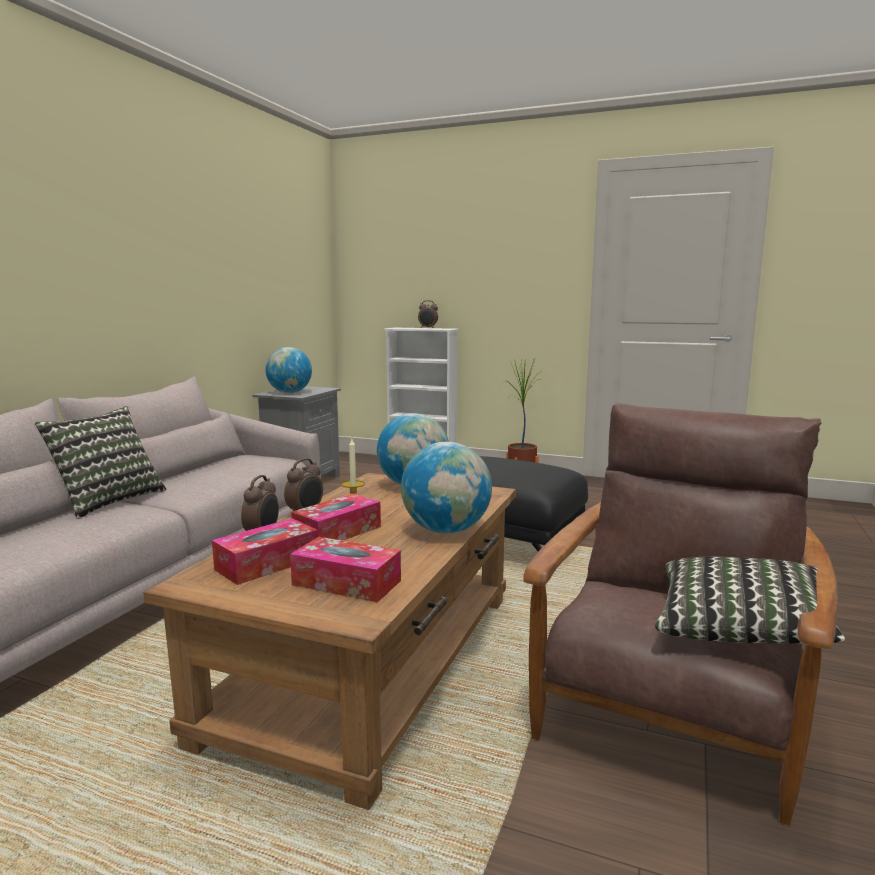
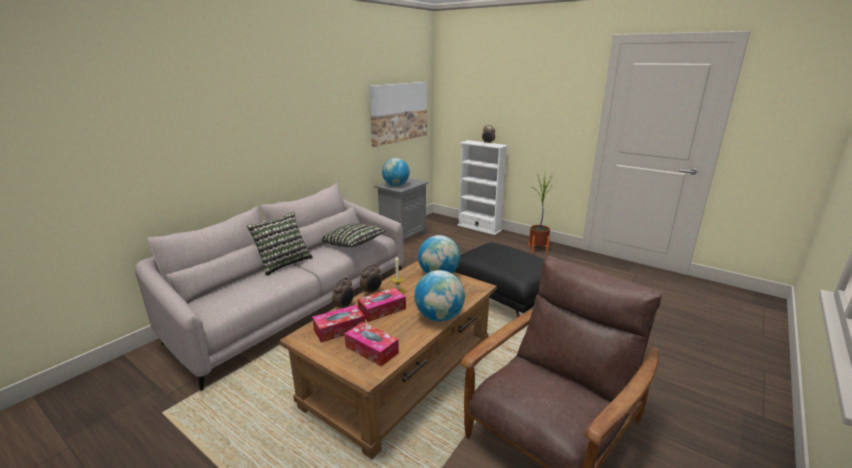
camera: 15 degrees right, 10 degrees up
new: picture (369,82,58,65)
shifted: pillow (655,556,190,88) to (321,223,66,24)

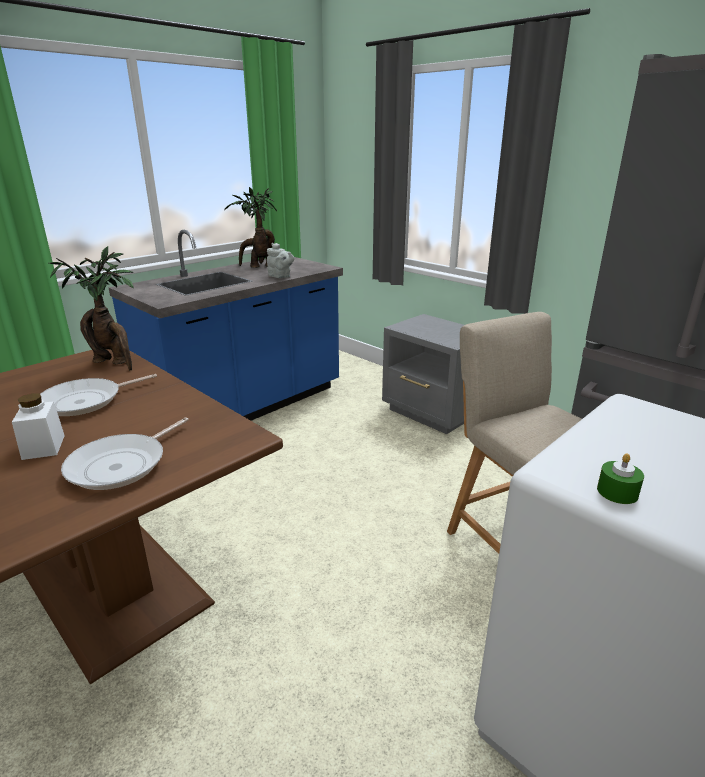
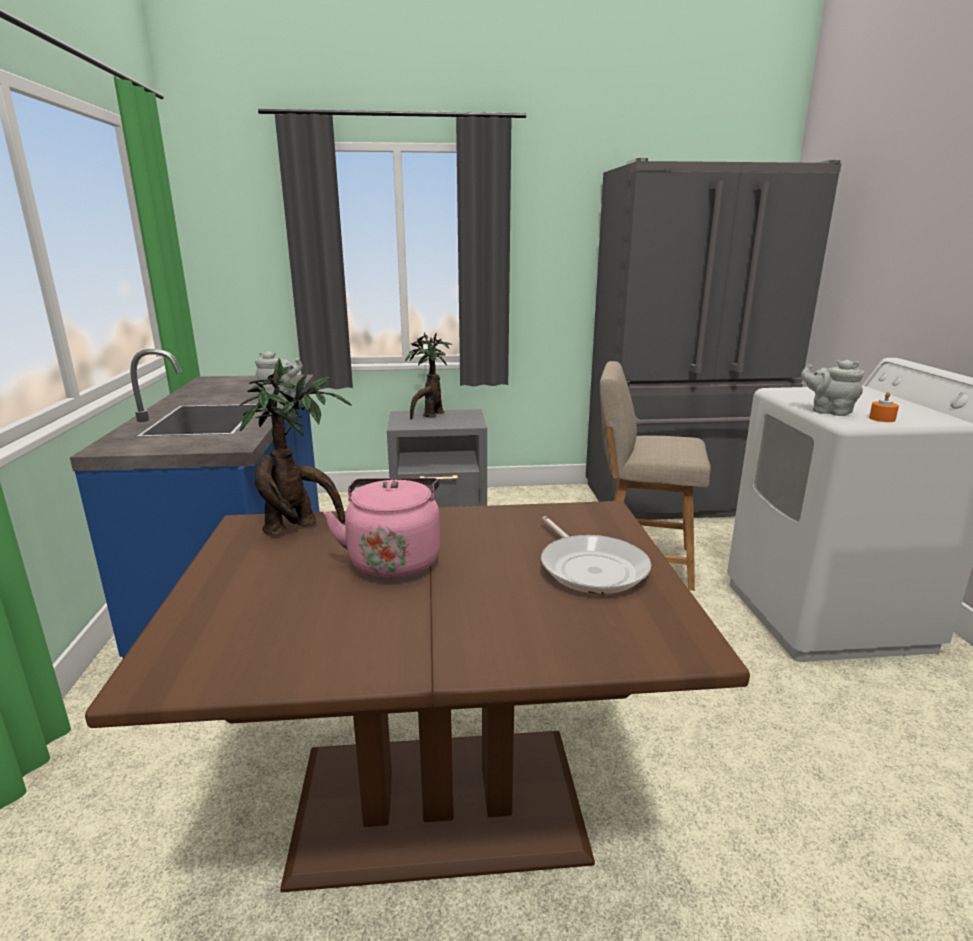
camera: 50 degrees left, 5 degrees down
gone: jar in white (12,393,53,67)
new: teapot in grey (801,360,63,56)
shifted: potted plant (224,187,53,81) to (405,333,47,87)
swapped: frying pan (40,374,117,42) to kettle in pink (324,478,116,101)
repainted: candle in green (597,454,47,50) to candle in orange (869,392,30,30)

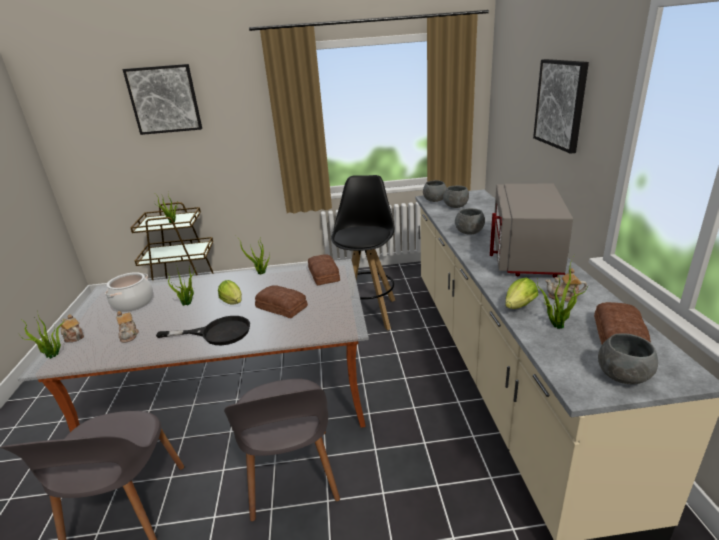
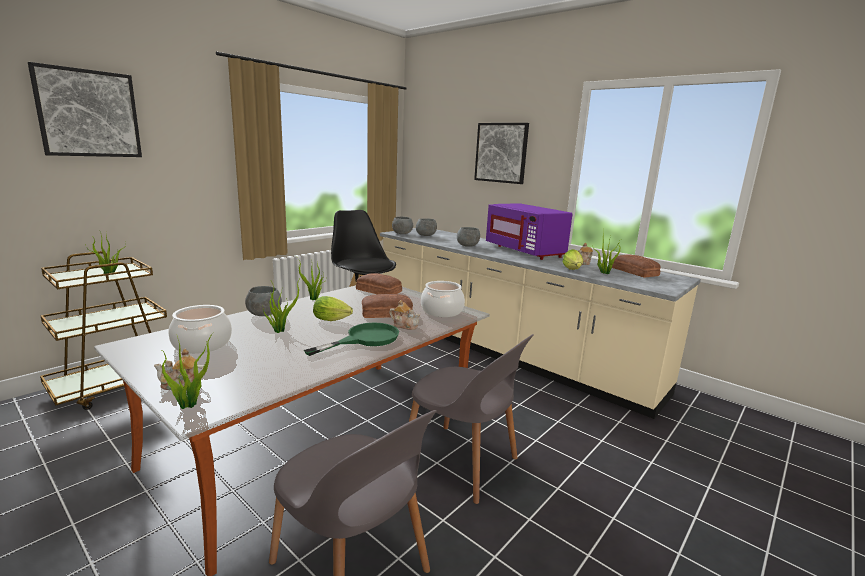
camera: 45 degrees left, 10 degrees down
new: cooking pot (421,281,44,36)
shifted: bowl in grey (598,334,60,50) to (245,286,37,30); teapot (116,311,23,32) to (389,300,31,30)
repainted: frying pan in black (156,316,94,29) to frying pan in green (304,322,95,34); microwave in grey (490,184,83,94) to microwave in purple (486,203,86,57)

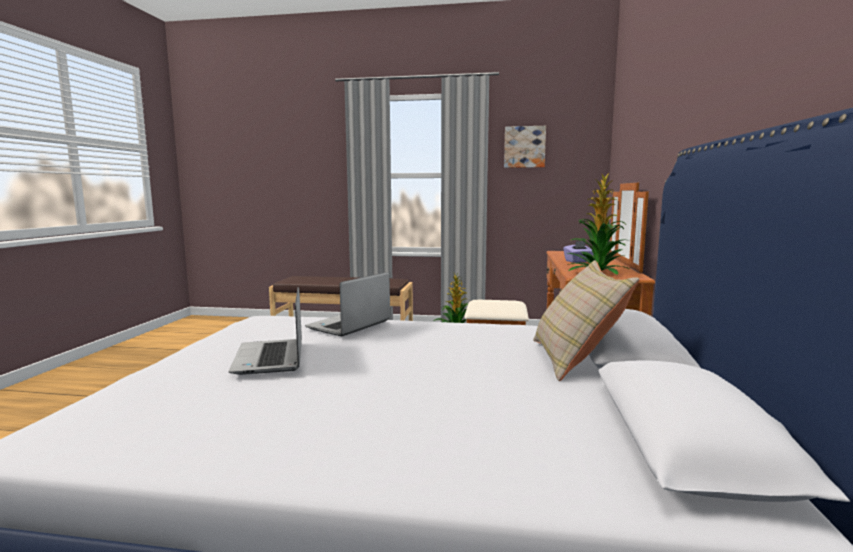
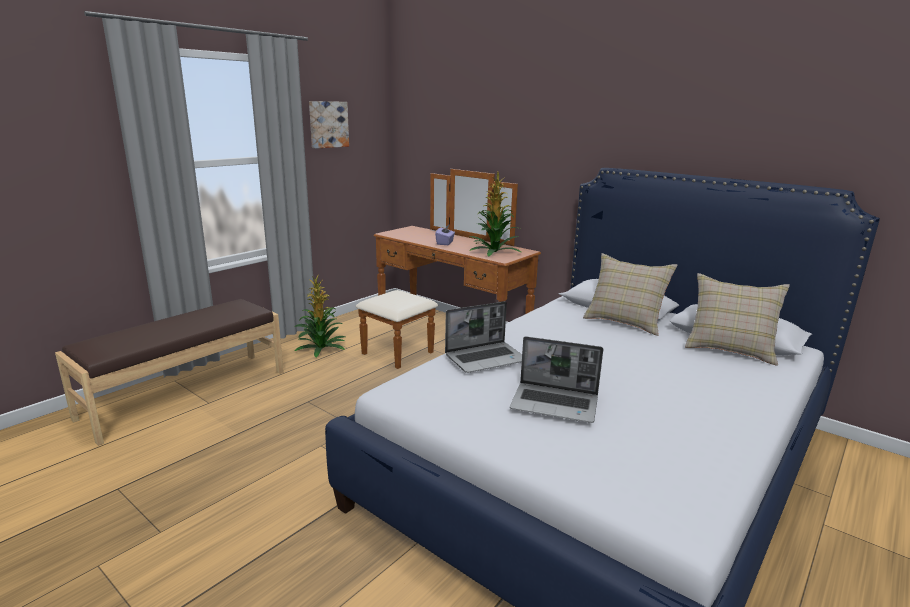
camera: 60 degrees left, 10 degrees up
new: pillow in beige (685,273,105,93)
rotated: laptop (305,272,85,64) = (445,301,77,72) 90 degrees counterclockwise

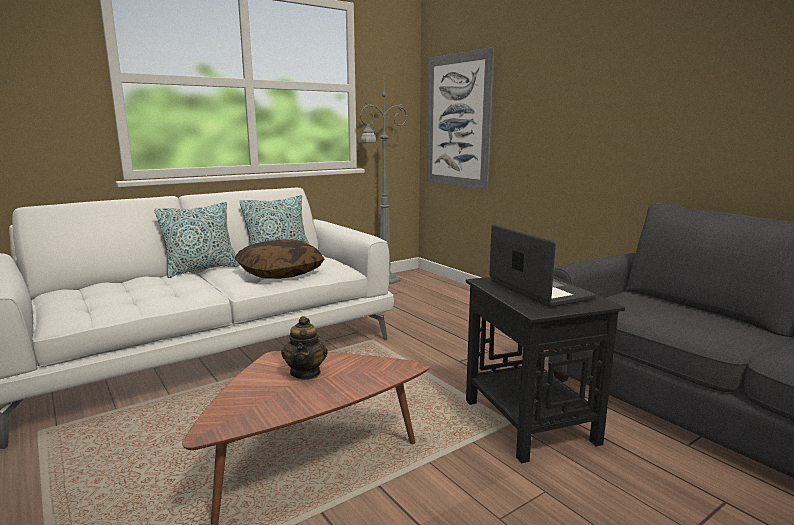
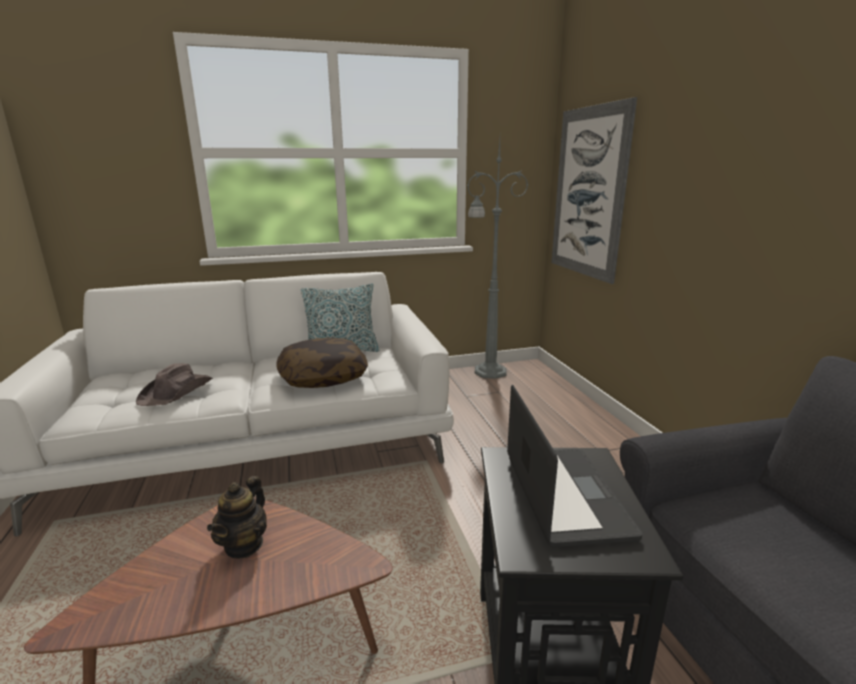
camera: 20 degrees right, 5 degrees up
gone: pillow (154,202,86,76)
new: hat in brown (136,363,77,43)

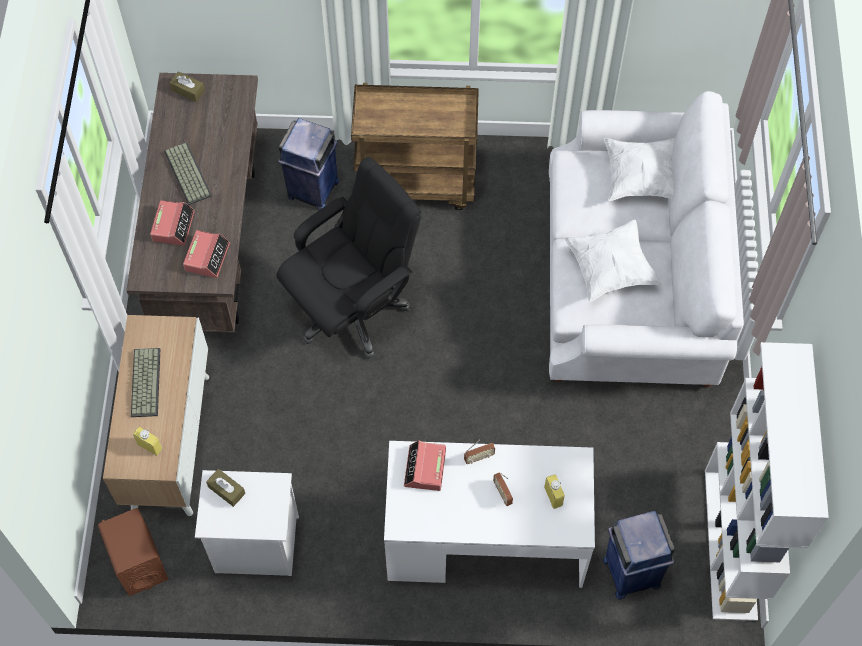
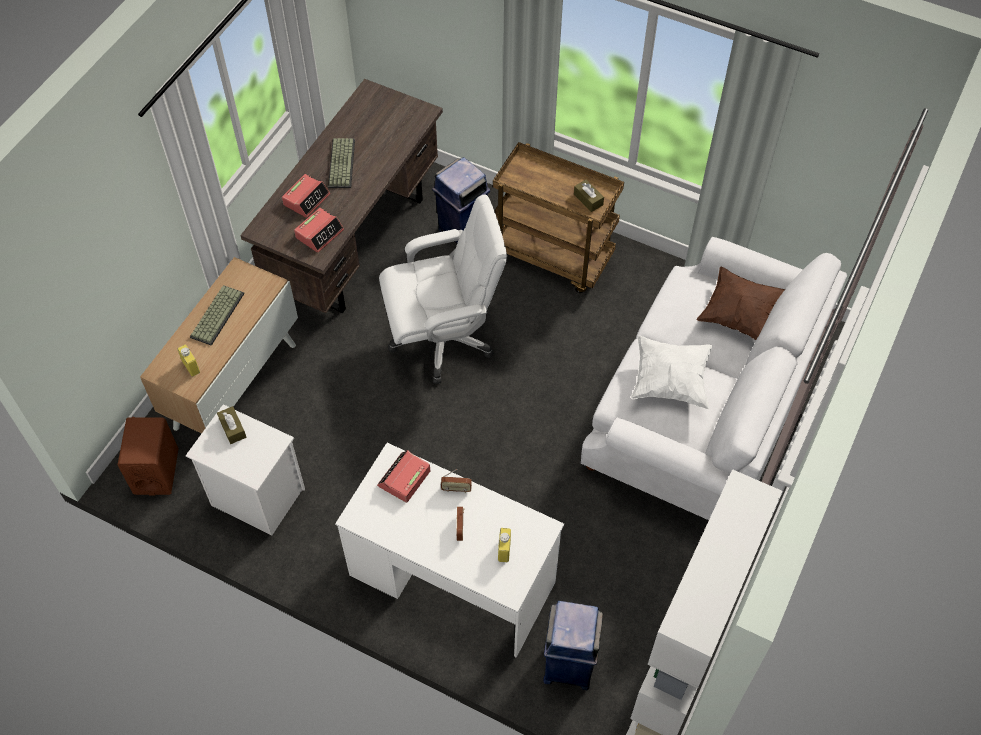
camera: 25 degrees right, 5 degrees down
shifted: tissue box in brown (169,71,36,31) to (574,179,30,33)
repainted: office chair in black (276,156,145,203) to office chair in white (379,195,128,189); pillow in white (604,138,70,63) to pillow in brown (697,267,88,73)

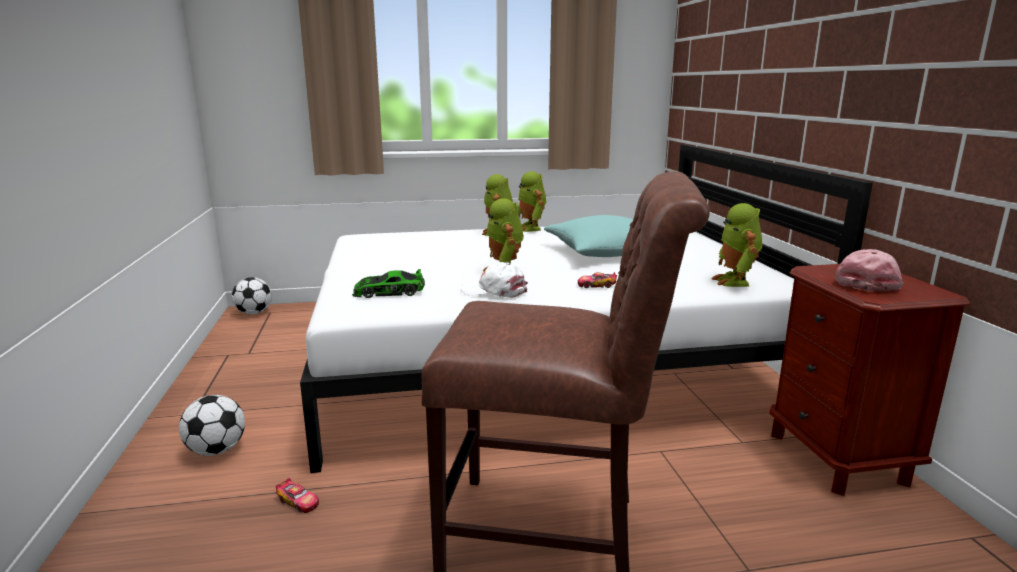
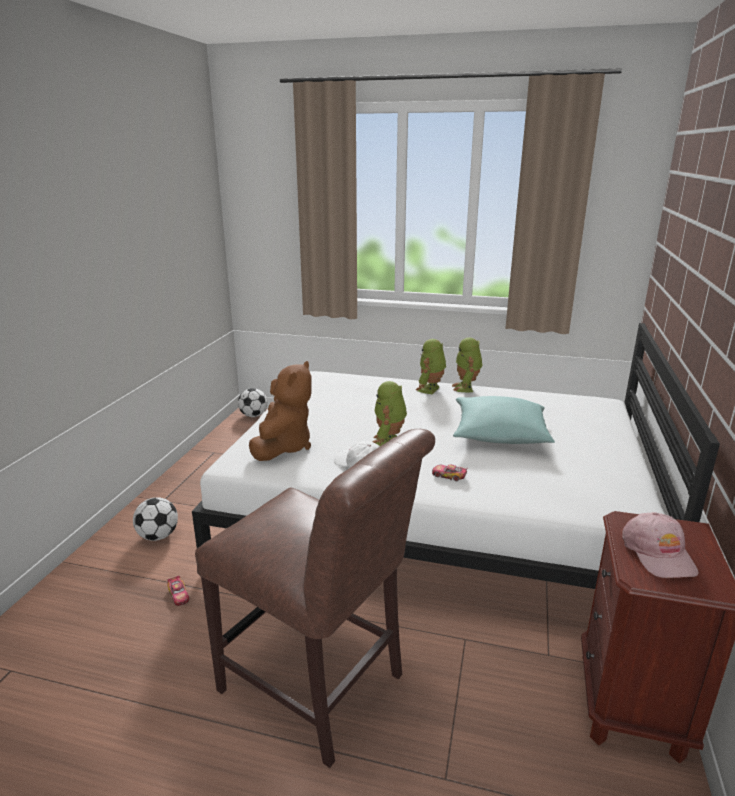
camera: 25 degrees right, 5 degrees up
gone: toy robot (712,203,50,84)
swapped: toy car (352,269,73,29) to plush toy in brown (249,361,63,100)
rotated: cap in pink (835,249,69,43) = (622,512,77,66) 120 degrees clockwise

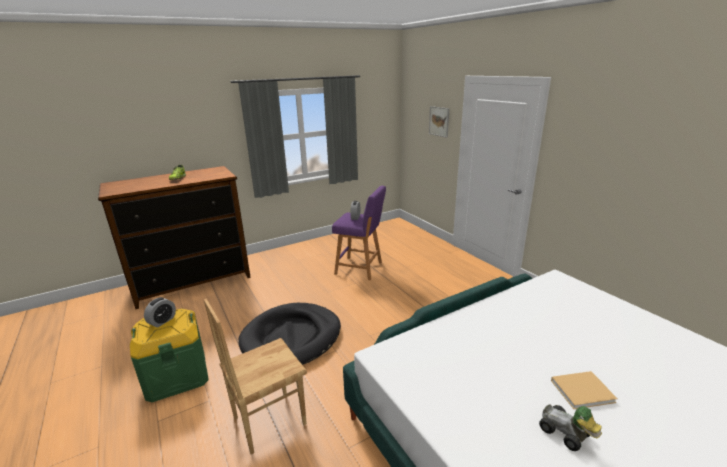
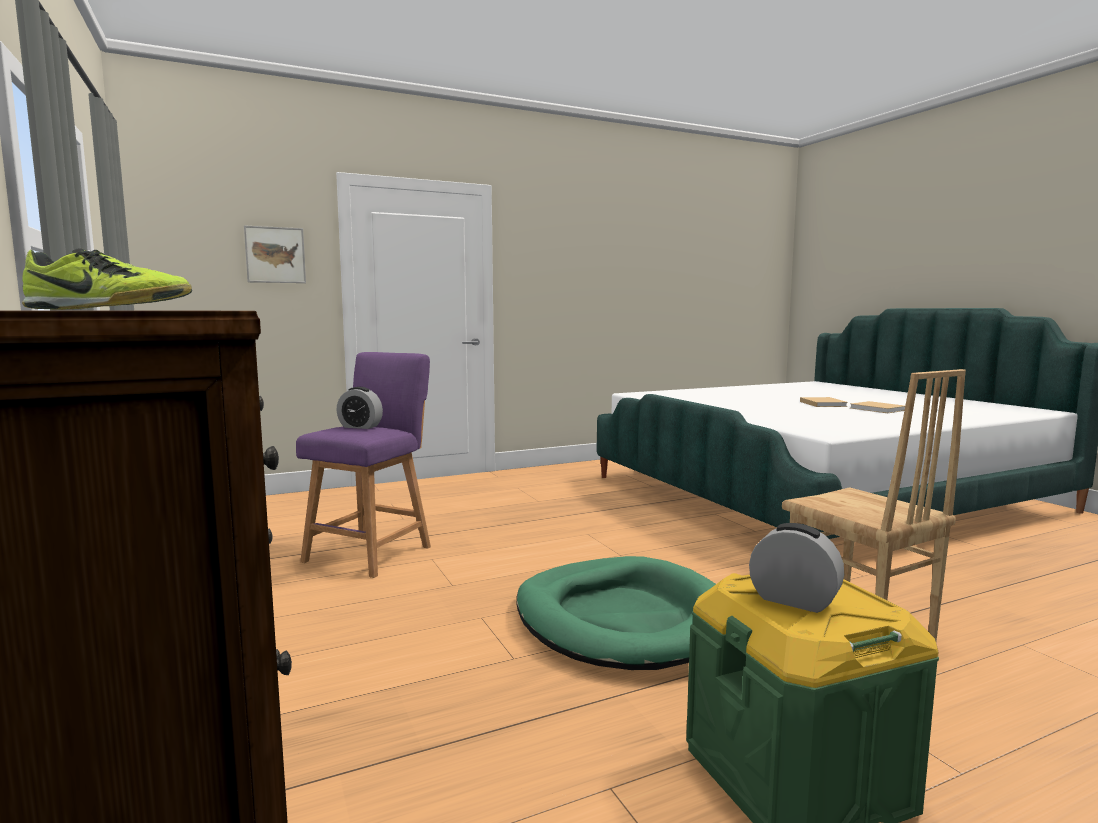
camera: 85 degrees left, 15 degrees down
swapped: toy car (539,404,63,47) to book in beige (850,401,55,12)
repainted: dog bed in black (238,303,103,62) to dog bed in green (517,556,199,114)

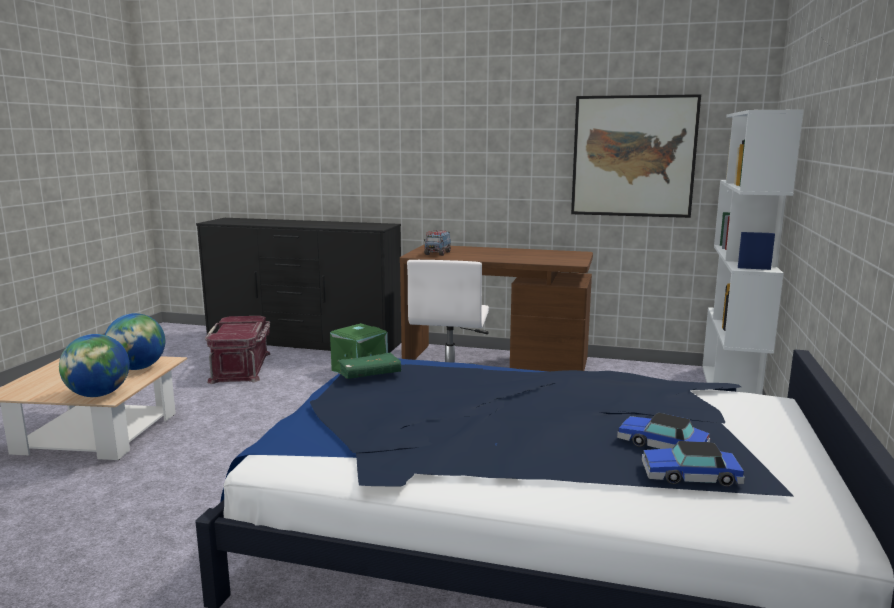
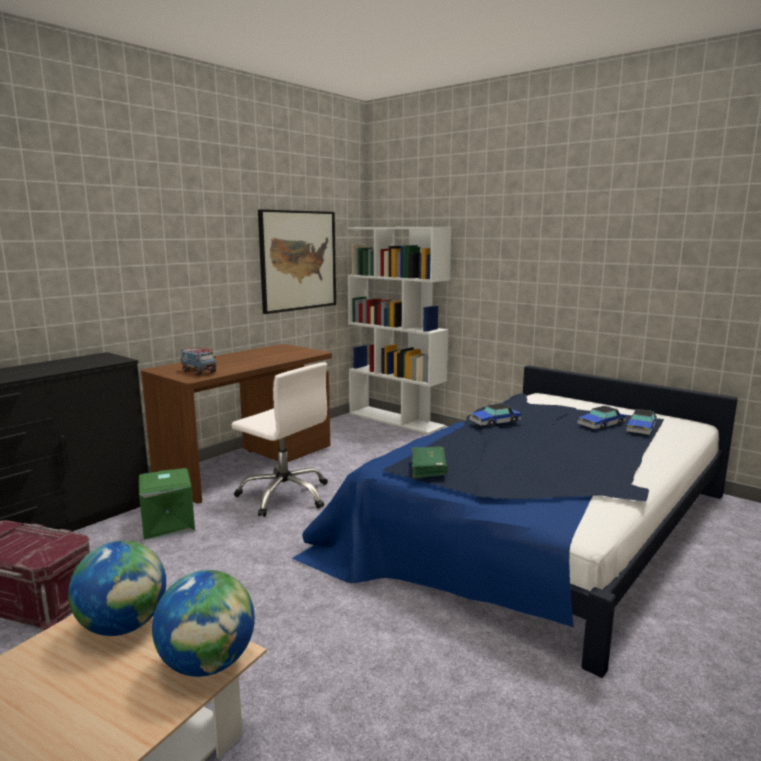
camera: 65 degrees left, 0 degrees up
new: toy car (470,403,52,23)

